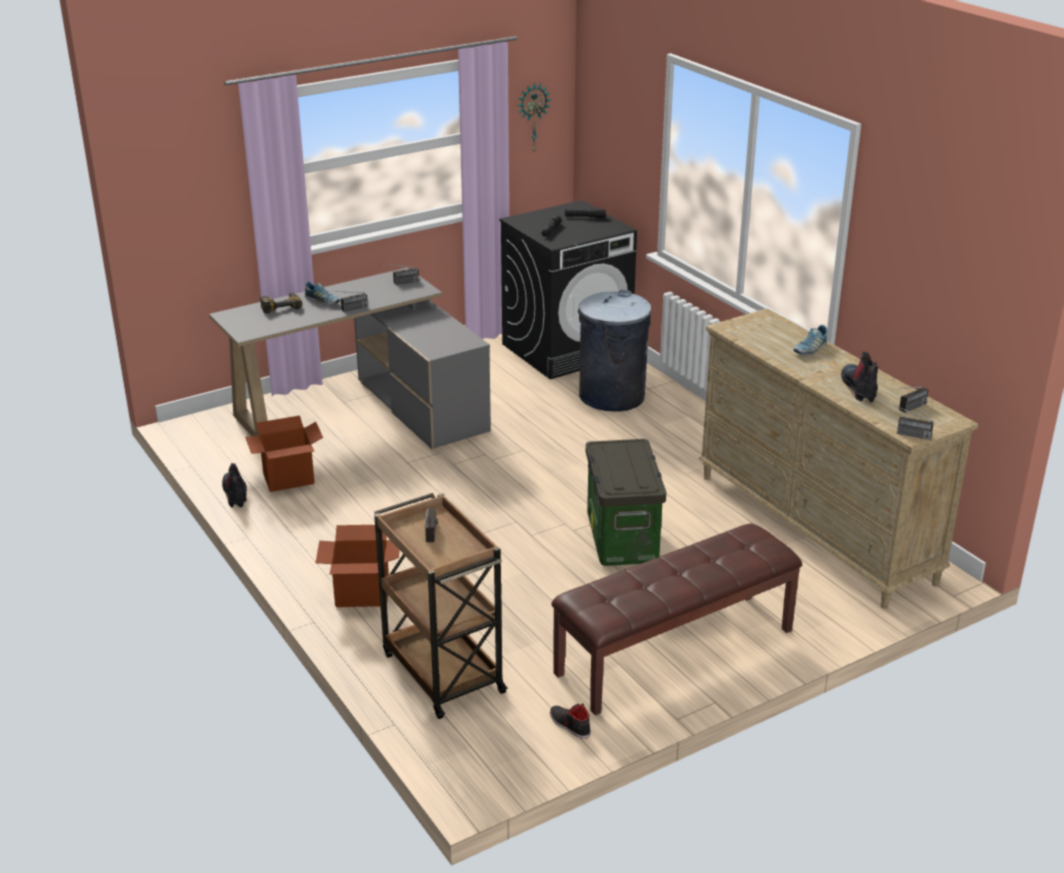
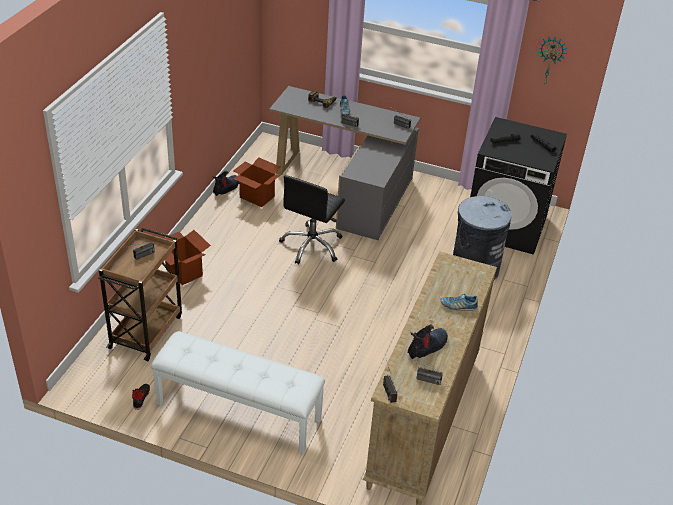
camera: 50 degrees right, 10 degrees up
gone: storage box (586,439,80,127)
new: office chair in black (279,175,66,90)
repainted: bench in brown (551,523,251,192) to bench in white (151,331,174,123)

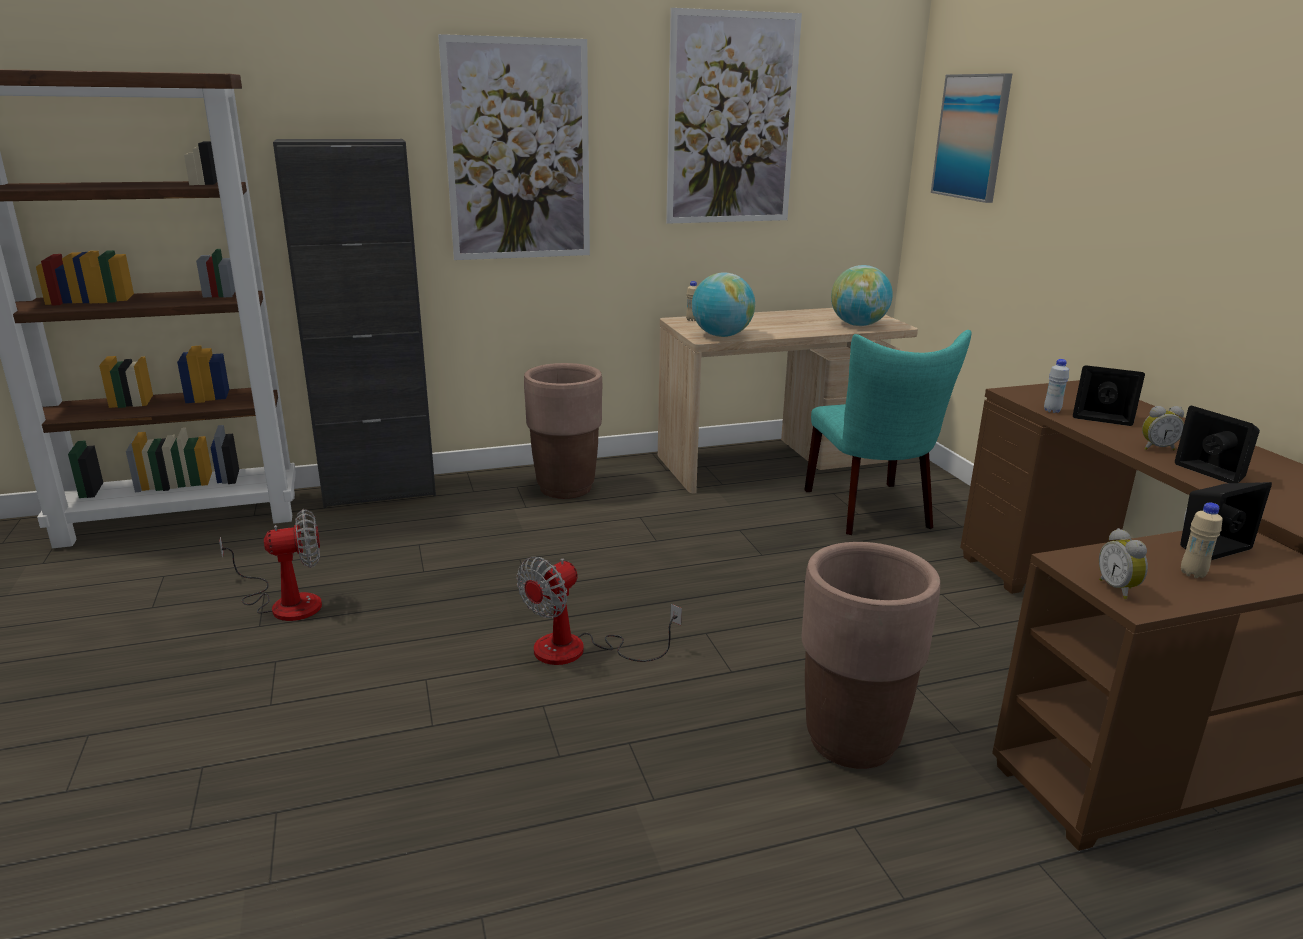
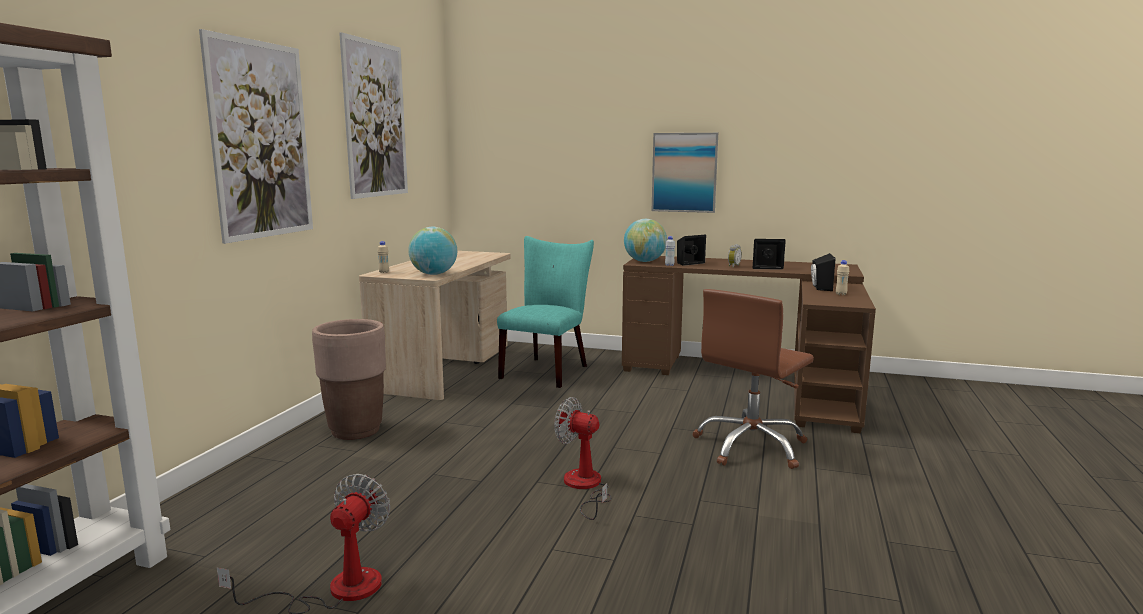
camera: 55 degrees left, 10 degrees down
gone: cabinet in black (273,139,163,369); alarm clock (1099,528,49,71)
shifted: globe (831,265,62,61) to (624,219,43,43); picture (931,73,81,130) to (652,133,66,80)
swapped: planter in brown (802,542,138,227) to office chair in brown (692,289,122,180)
rotated: chair in turquoise (804,330,168,205) = (497,236,97,152) 90 degrees counterclockwise; fan (516,557,166,108) = (554,397,58,123) 135 degrees clockwise

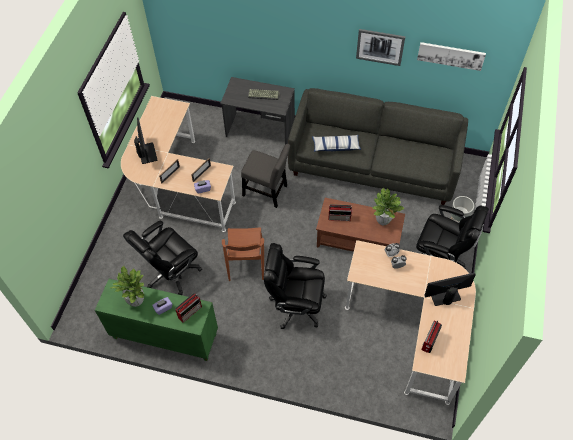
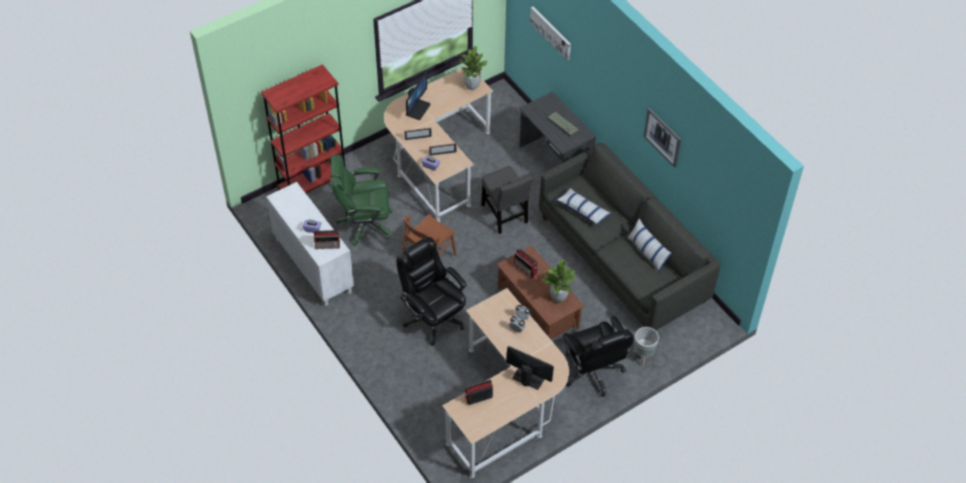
camera: 40 degrees right, 5 degrees down
new: bookcase in red (261,64,84,129); pillow (627,218,45,55)
shifted: potted plant (110,266,34,41) to (458,46,30,44); picture (417,42,69,29) to (530,7,41,54)
repainted: cabinet in green (95,279,123,82) to cabinet in white (266,182,88,124); office chair in black (123,221,79,74) to office chair in green (331,155,62,91)

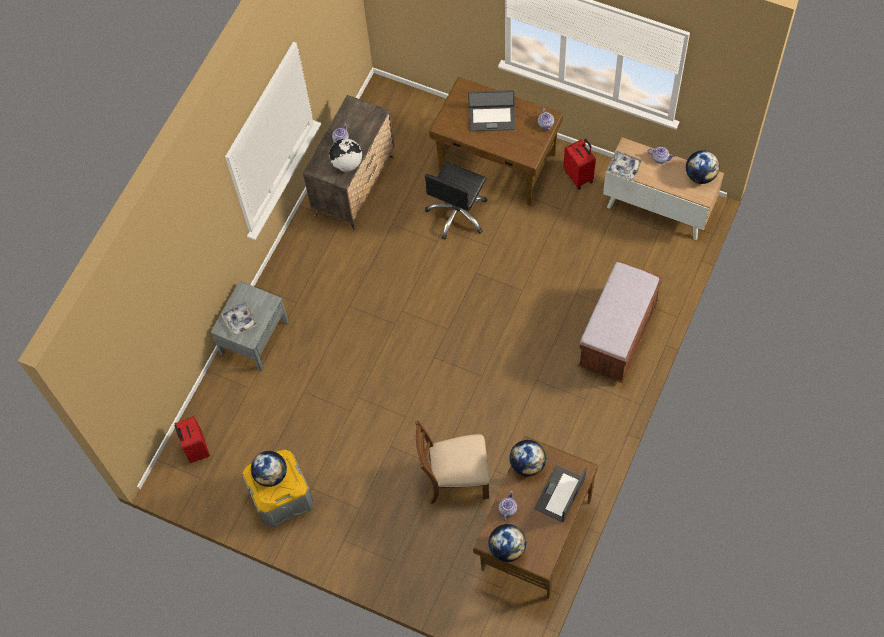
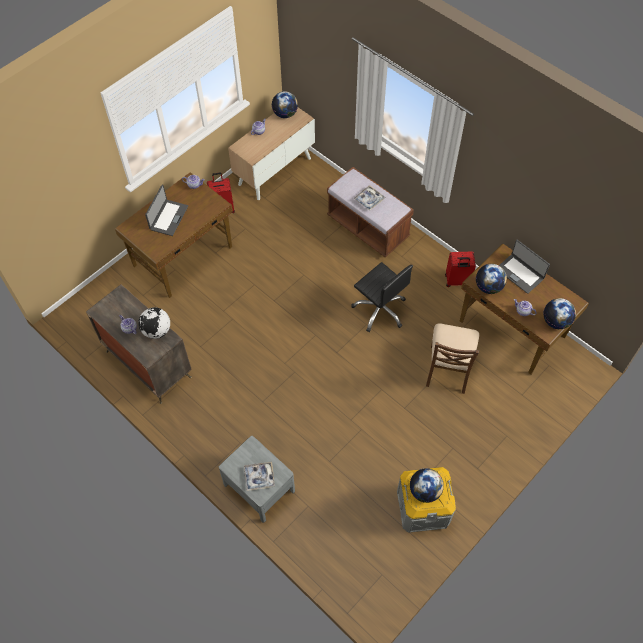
camera: 75 degrees left, 5 degrees down
shifted: office chair in black (425,161,62,79) to (351,262,62,70); tray (606,151,37,30) to (353,185,32,26); suitcase in red (174,417,36,46) to (445,252,31,35)

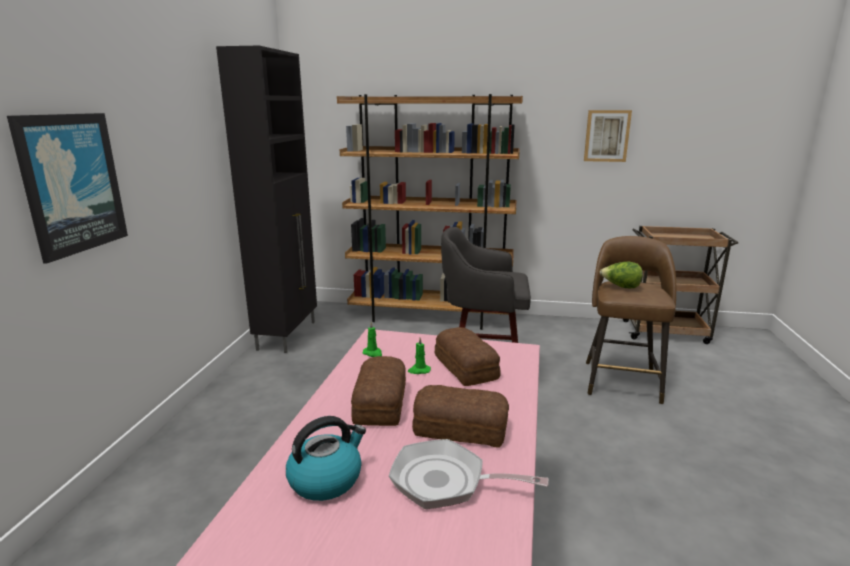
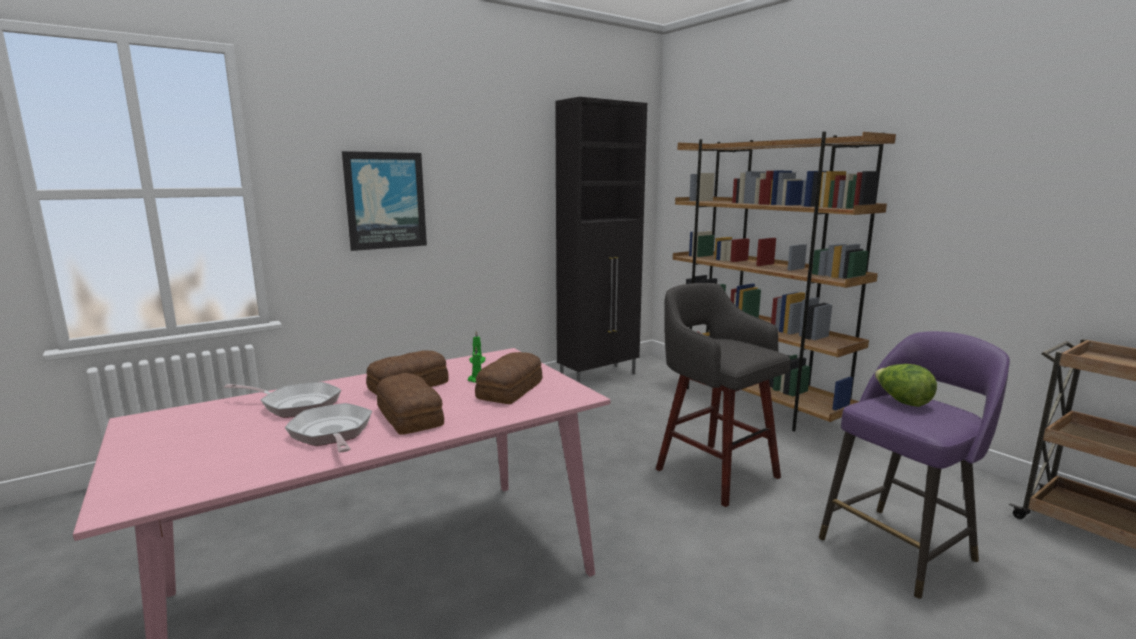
camera: 45 degrees right, 5 degrees down
gone: picture (584,110,48,52)
swapped: kettle (286,416,80,85) to frying pan (224,382,117,36)
repainted: stool in brown (586,236,90,168) to stool in purple (819,331,191,268)

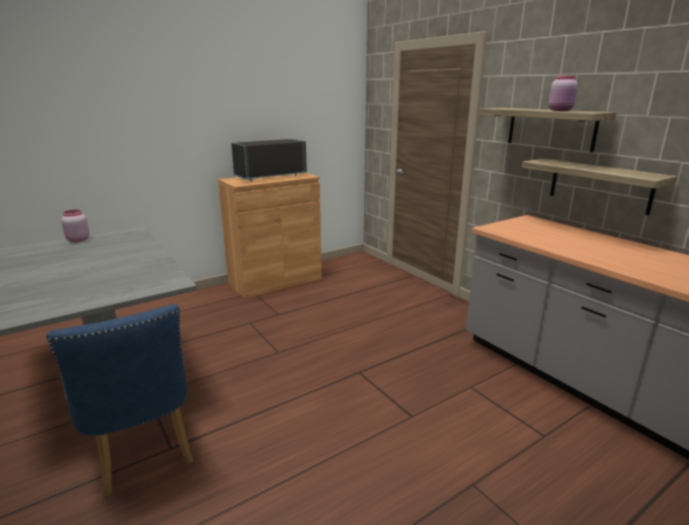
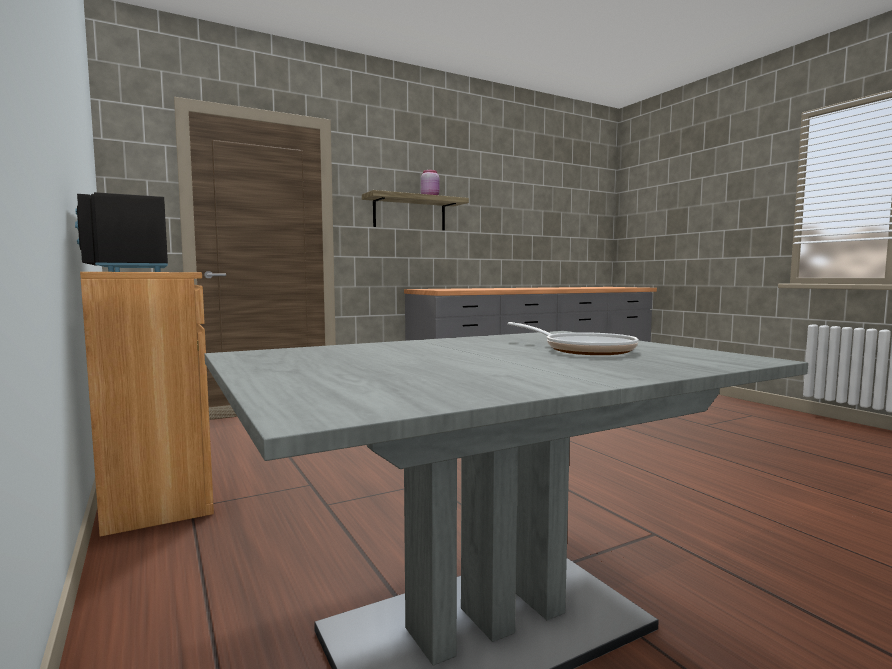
camera: 85 degrees left, 15 degrees down
gone: chair in blue (46,304,148,192); jar in pink (61,210,29,32); shelf (522,158,156,57)
new: frying pan (507,322,132,33)

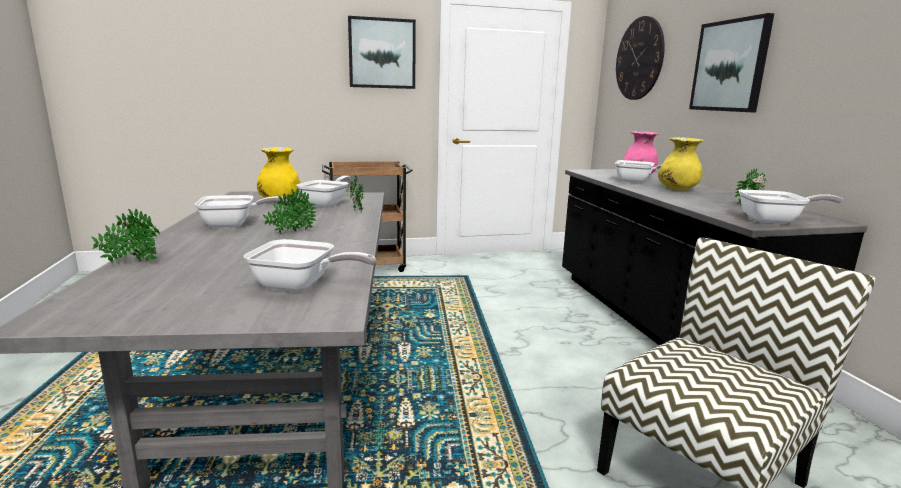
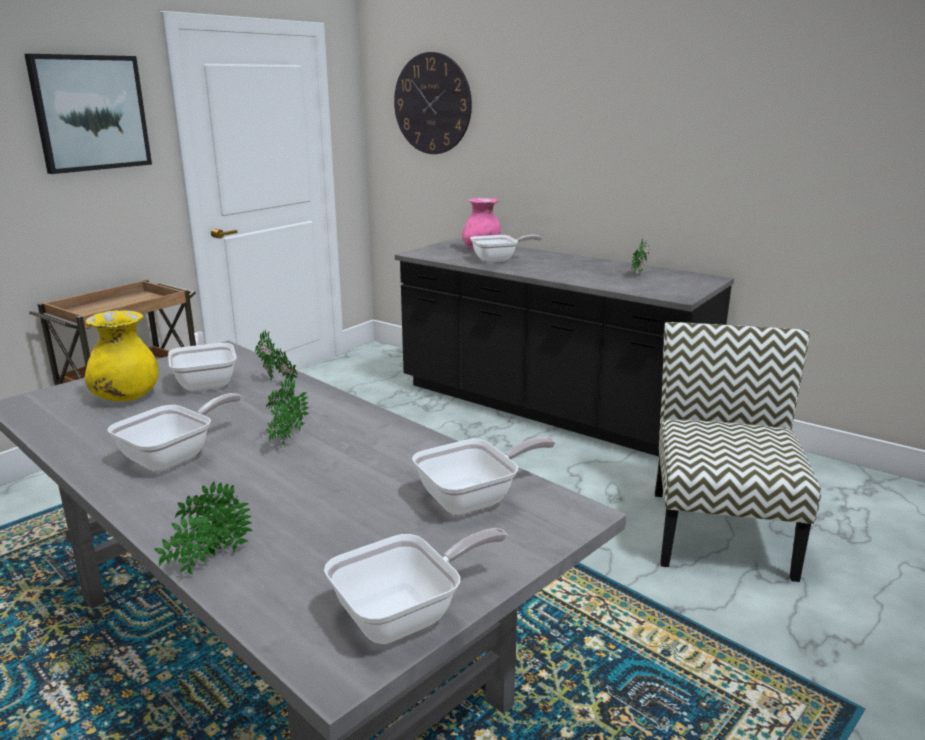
camera: 40 degrees left, 5 degrees up
gone: vase in yellow (658,137,45,53); picture (689,13,85,99)
shifted: frying pan (738,190,105,34) to (324,528,183,116)

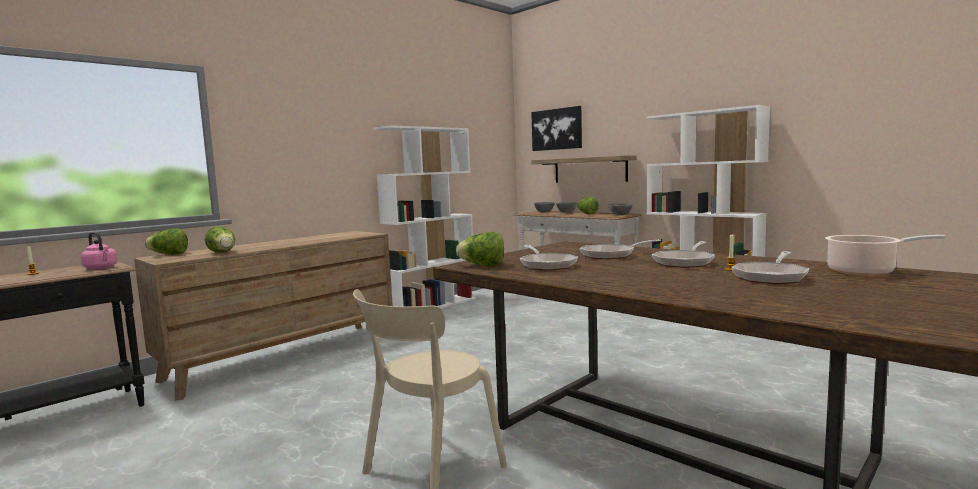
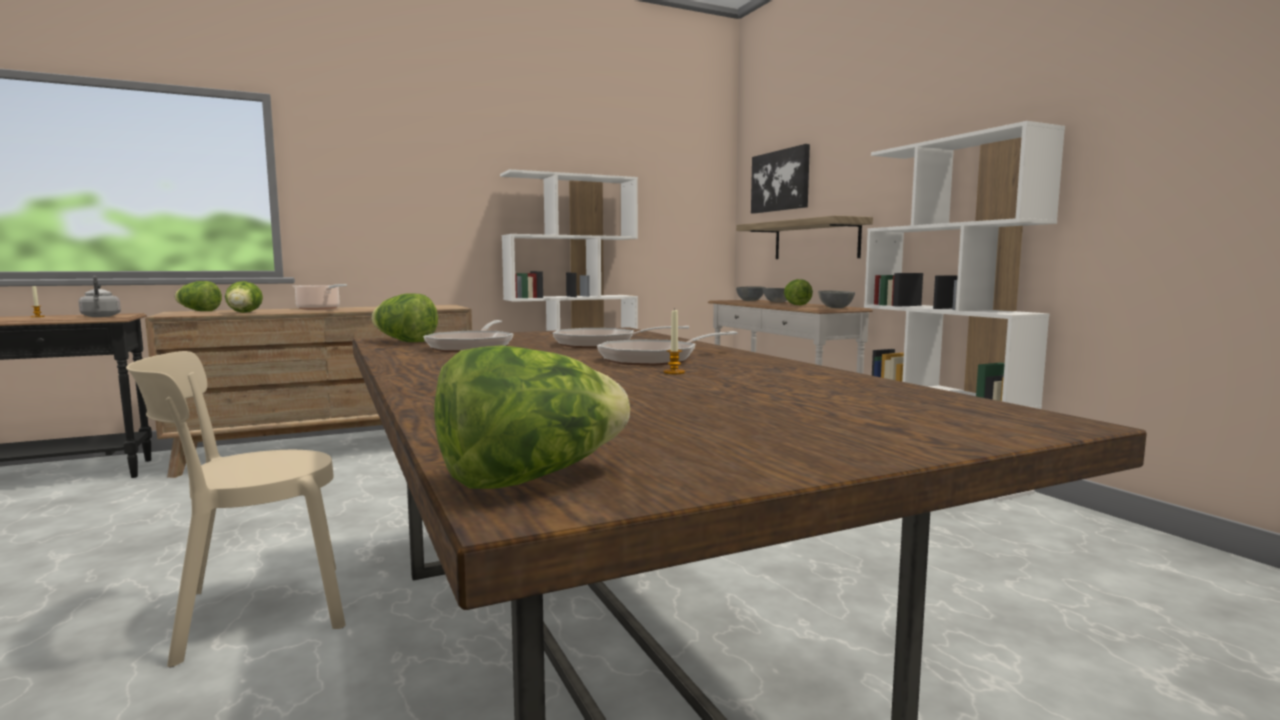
camera: 20 degrees right, 0 degrees up
gone: frying pan (731,251,78,33)
new: lettuce (434,345,196,144)
shifted: cooking pot (825,235,121,41) to (293,284,54,26)
repainted: kettle in pink (81,232,36,37) to kettle in grey (78,276,43,41)

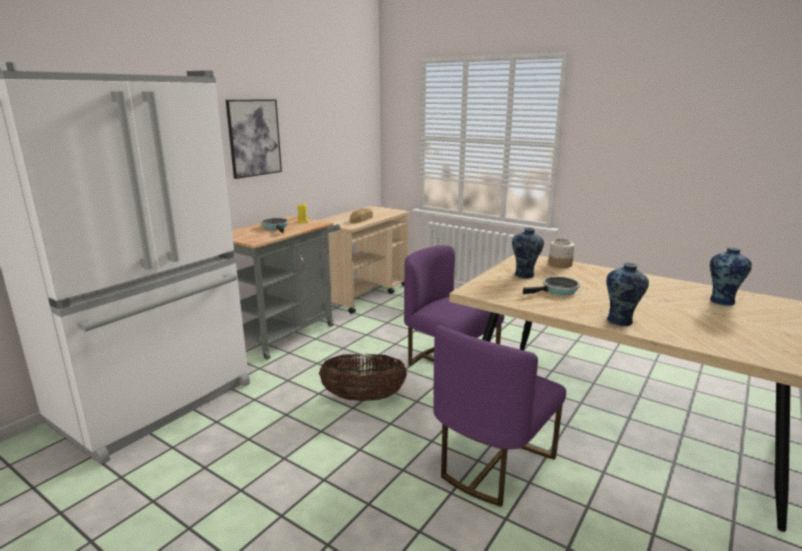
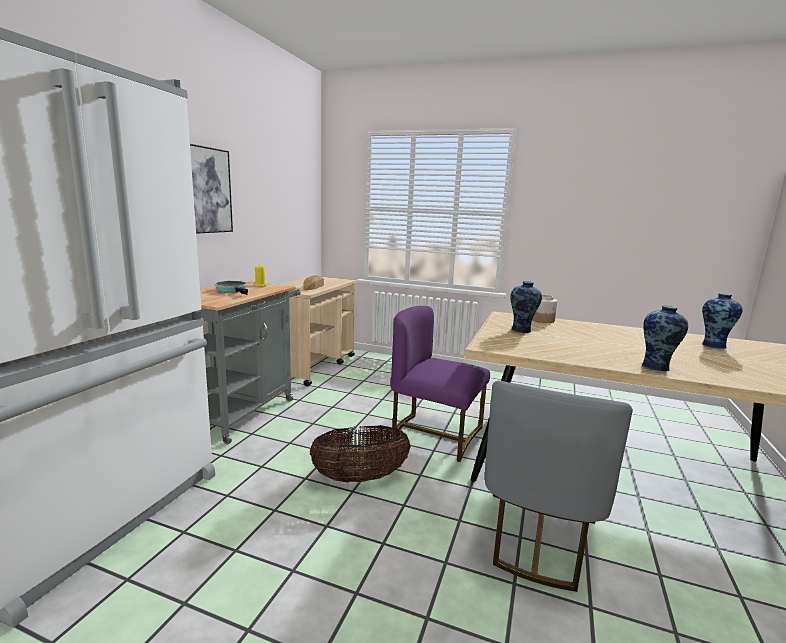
camera: 15 degrees left, 5 degrees down
gone: frying pan (523,276,57,19)
repainted: chair in purple (433,325,133,182) to chair in grey (485,381,148,211)

